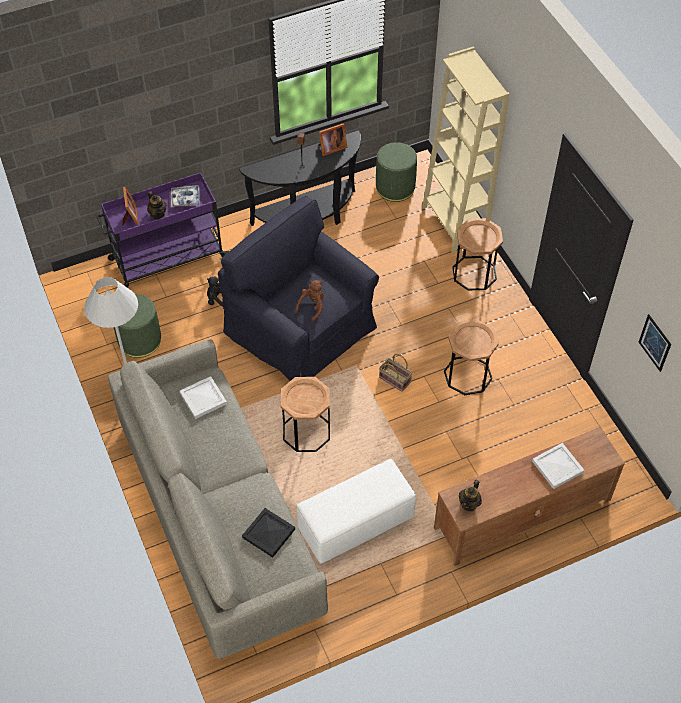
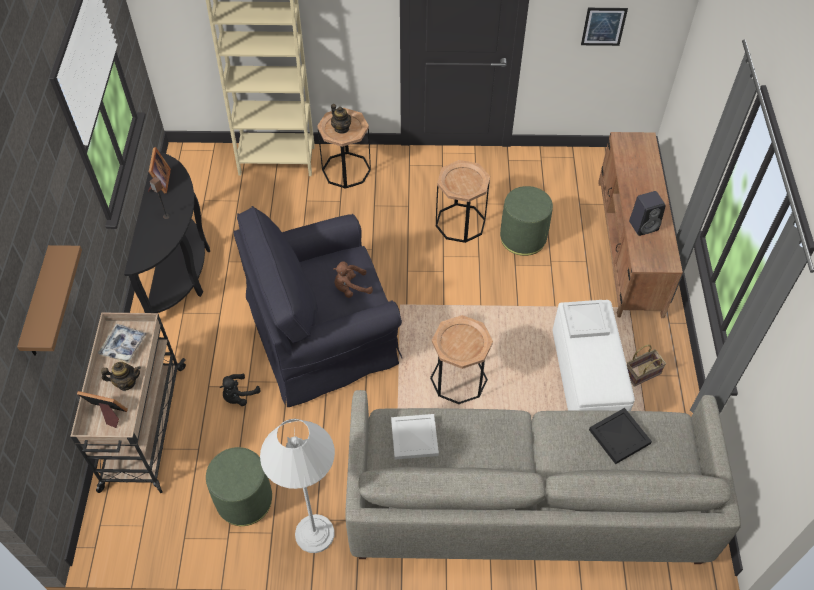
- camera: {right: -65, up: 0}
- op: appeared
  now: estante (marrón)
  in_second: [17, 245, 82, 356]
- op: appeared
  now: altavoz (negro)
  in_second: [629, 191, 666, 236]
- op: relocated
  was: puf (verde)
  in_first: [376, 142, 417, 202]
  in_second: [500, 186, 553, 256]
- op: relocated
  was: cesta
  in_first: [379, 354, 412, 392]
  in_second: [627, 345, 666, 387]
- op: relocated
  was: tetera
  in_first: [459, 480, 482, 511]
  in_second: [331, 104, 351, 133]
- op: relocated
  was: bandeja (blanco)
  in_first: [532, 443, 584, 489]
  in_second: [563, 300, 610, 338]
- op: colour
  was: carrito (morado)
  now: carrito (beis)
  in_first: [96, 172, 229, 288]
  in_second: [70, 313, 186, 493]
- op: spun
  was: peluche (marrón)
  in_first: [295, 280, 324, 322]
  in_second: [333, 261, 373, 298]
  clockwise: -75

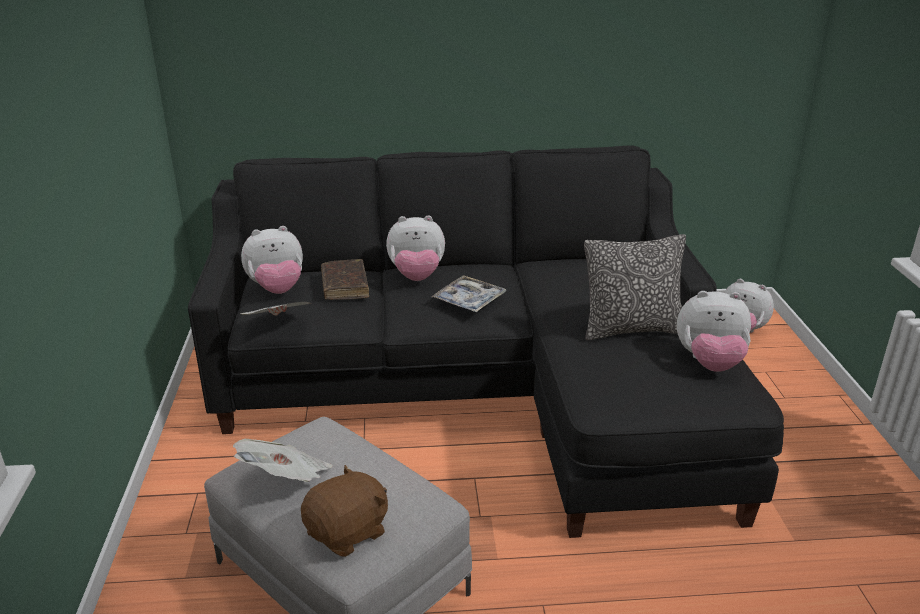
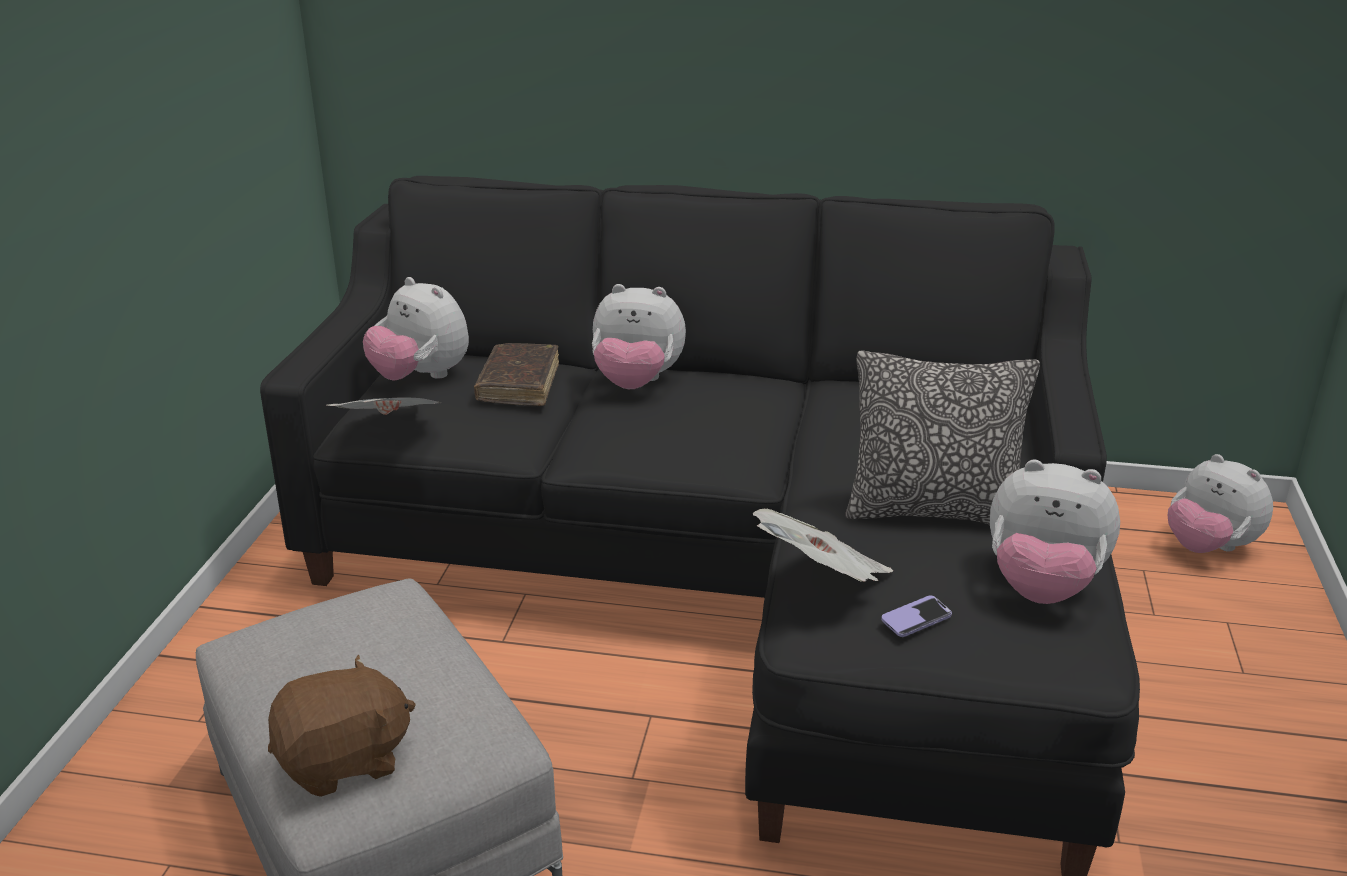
- camera: {right: 15, up: 0}
- op: missing
  was: bandeja
  in_first: [432, 275, 507, 312]
- op: appeared
  now: móvil
  in_second: [881, 595, 952, 637]
- op: relocated
  was: periódico
  in_first: [233, 439, 332, 482]
  in_second: [753, 509, 893, 582]
- op: spun
  was: peluche
  in_first: [241, 226, 303, 294]
  in_second: [363, 277, 469, 381]
  clockwise: 45

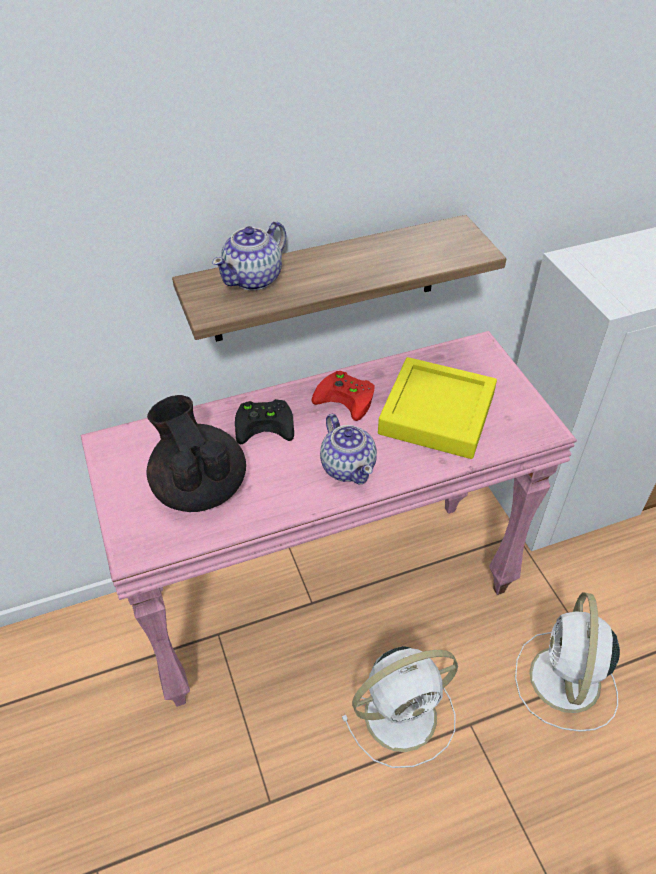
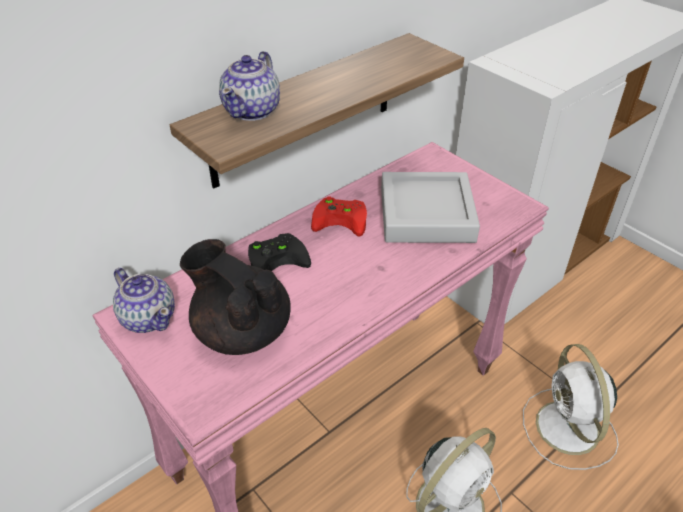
- camera: {right: -20, up: -5}
- op: relocated
  was: tetera
  in_first: [320, 414, 377, 484]
  in_second: [113, 268, 175, 333]
- op: colour
  was: bandeja (amarillo)
  now: bandeja (gris)
  in_first: [378, 357, 497, 459]
  in_second: [381, 172, 480, 243]

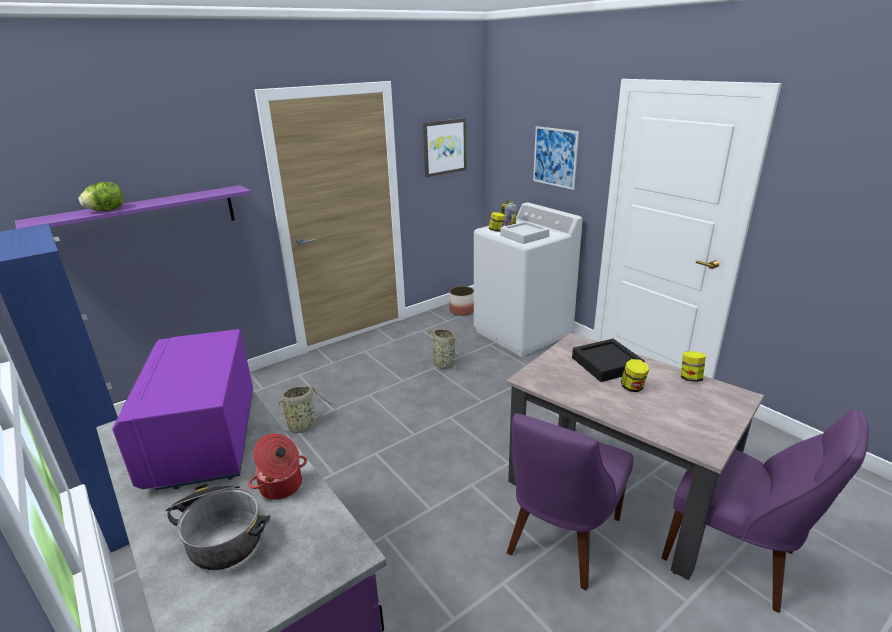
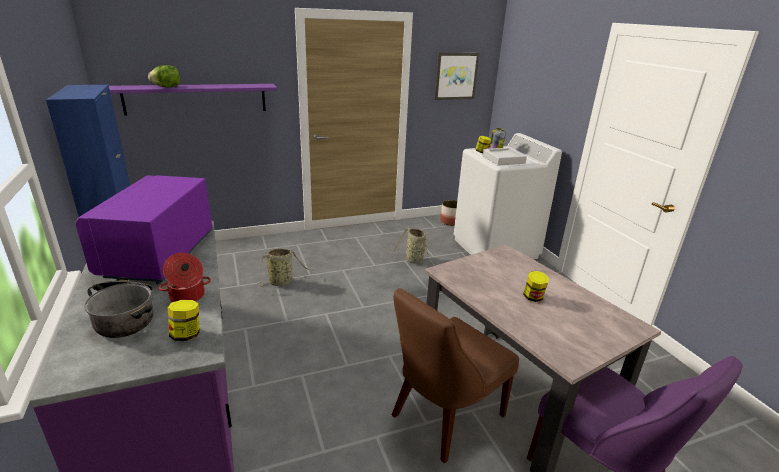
- camera: {right: 15, up: 0}
- op: missing
  was: cuadro
  in_first: [533, 126, 579, 190]
- op: missing
  was: bandeja (negro)
  in_first: [572, 339, 645, 382]
- op: relocated
  was: tarro
  in_first: [681, 351, 706, 382]
  in_second: [168, 300, 200, 341]
- op: colour
  was: silla (morado)
  now: silla (marrón)
  in_first: [507, 413, 633, 591]
  in_second: [392, 288, 519, 463]

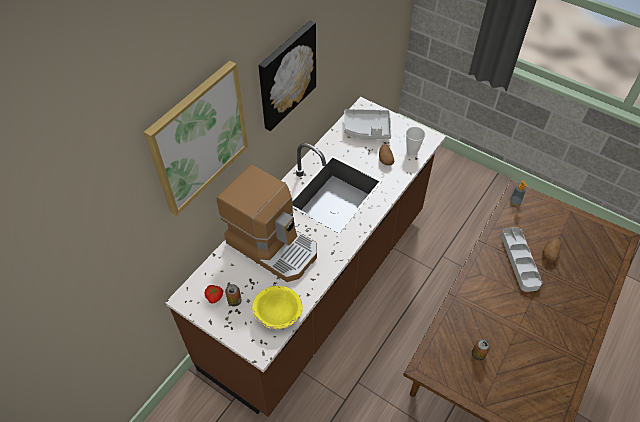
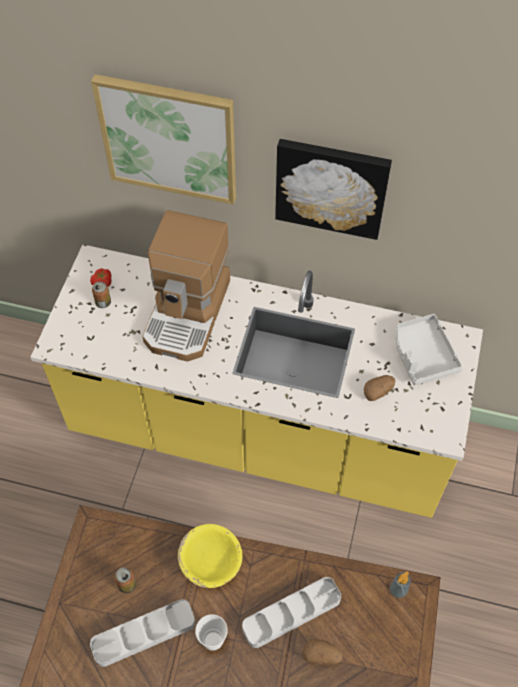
- camera: {right: 70, up: 5}
- op: appeared
  now: bandeja (gris)
  in_second: [90, 599, 195, 667]
- op: relocated
  was: cuenco (amarillo)
  in_first: [252, 286, 303, 329]
  in_second: [178, 524, 242, 588]
- op: relocated
  was: taza
  in_first: [406, 127, 425, 155]
  in_second: [195, 614, 228, 650]
- op: colour
  was: mueble bajo de cocina (marrón)
  now: mueble bajo de cocina (amarillo)
  in_first: [165, 97, 446, 417]
  in_second: [30, 244, 483, 518]

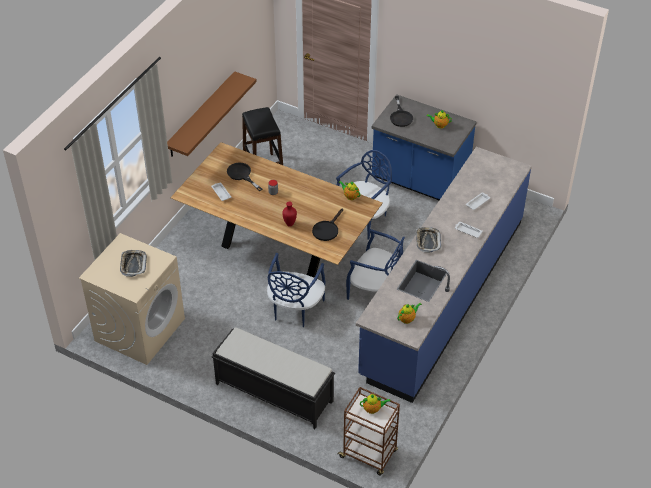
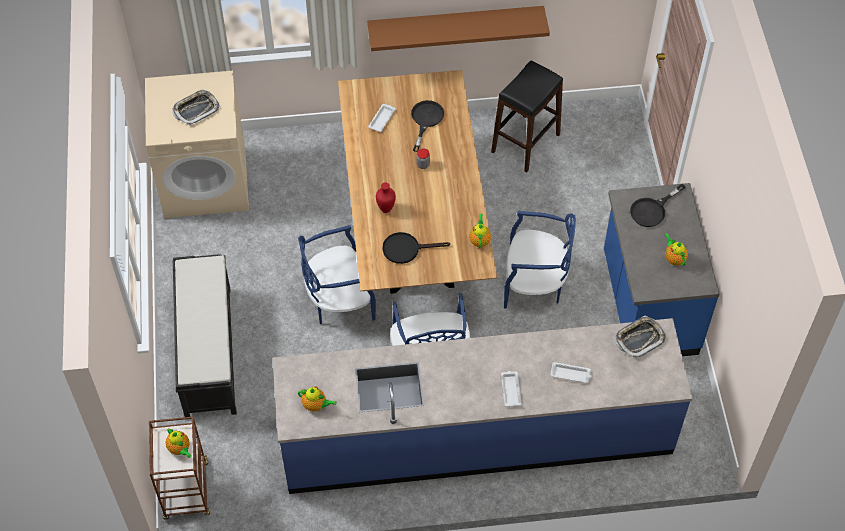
- camera: {right: 55, up: 10}
- op: relocated
  was: bandeja
  in_first: [416, 227, 441, 253]
  in_second: [615, 315, 666, 359]

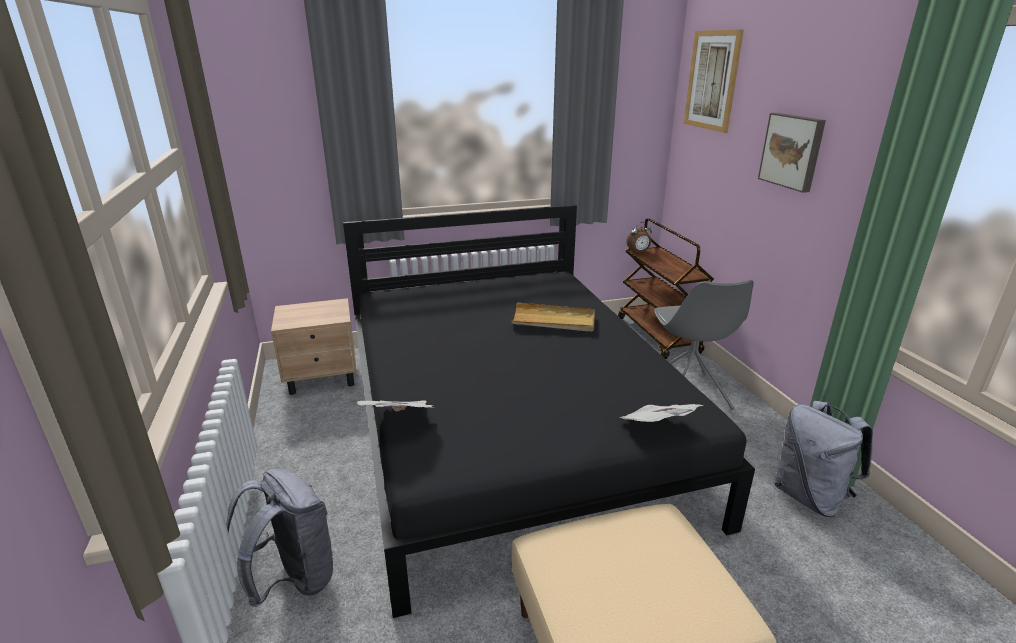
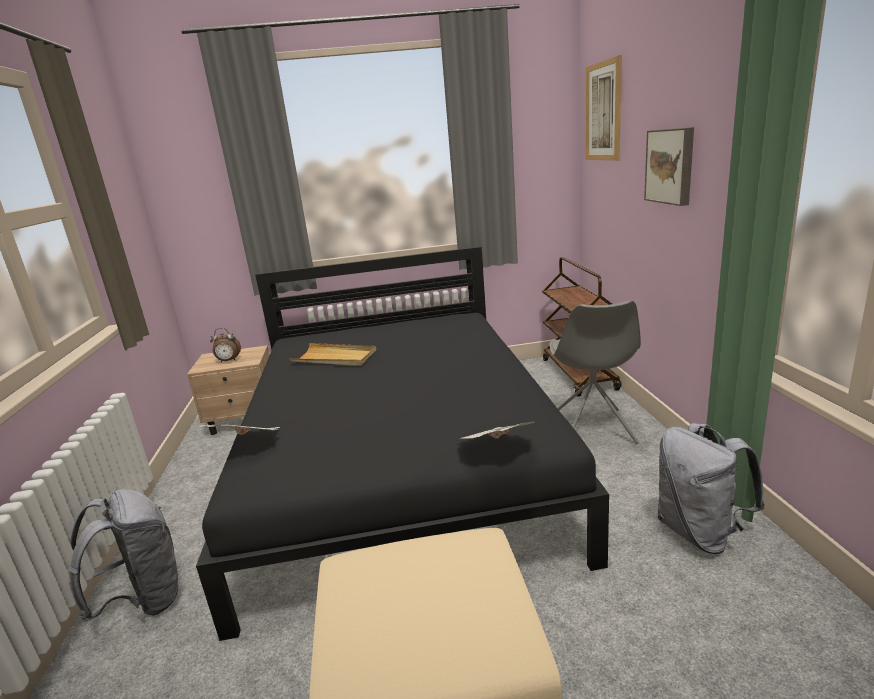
- camera: {right: 10, up: -5}
- op: relocated
  was: bandeja (beis)
  in_first: [511, 302, 595, 332]
  in_second: [289, 343, 376, 366]
- op: relocated
  was: despertador
  in_first: [627, 222, 652, 253]
  in_second: [210, 328, 241, 362]

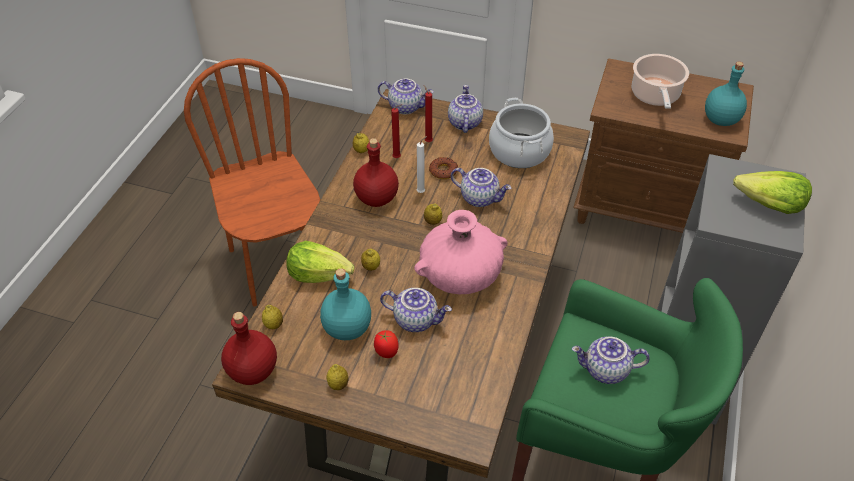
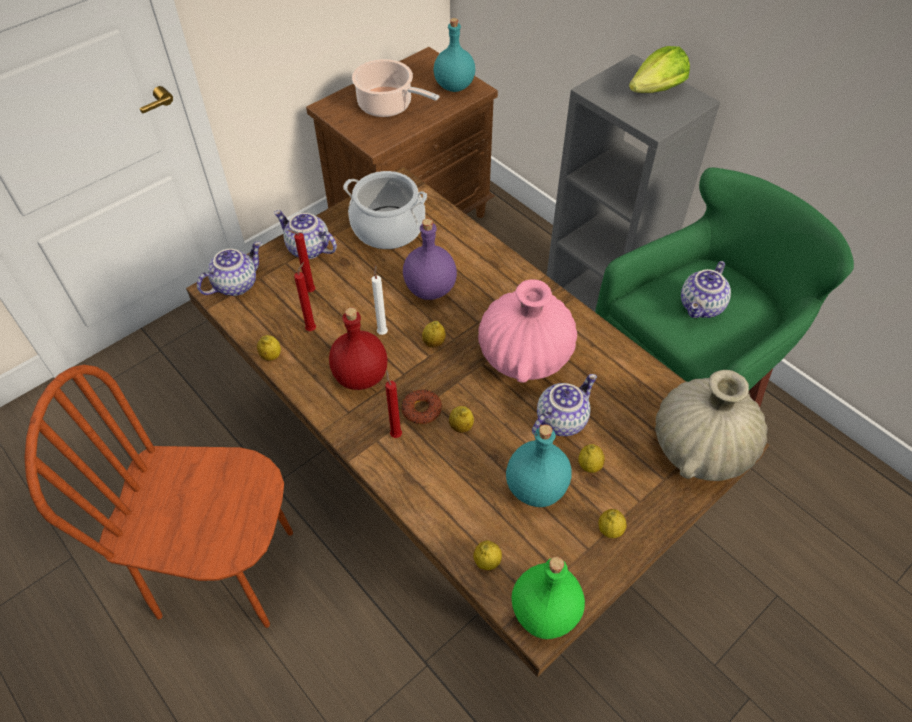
- camera: {right: -60, up: 5}
- op: missing
  was: lechuga
  in_first: [286, 241, 355, 283]
- op: appeared
  now: vela (rojo)
  in_second: [385, 370, 402, 438]
- op: appeared
  now: florero (beis)
  in_second: [655, 370, 768, 481]
- op: relocated
  was: rosquilla
  in_first: [429, 157, 458, 179]
  in_second: [401, 389, 442, 424]
- op: exchanged
  was: tomate
  now: limón
  in_first: [374, 330, 399, 358]
  in_second: [578, 444, 605, 473]
- op: exchanged
  was: tetera
  now: botella (morado)
  in_first: [451, 168, 512, 207]
  in_second: [403, 218, 457, 300]
- op: colour
  was: botella (rojo)
  now: botella (verde)
  in_first: [221, 312, 277, 385]
  in_second: [511, 557, 585, 639]

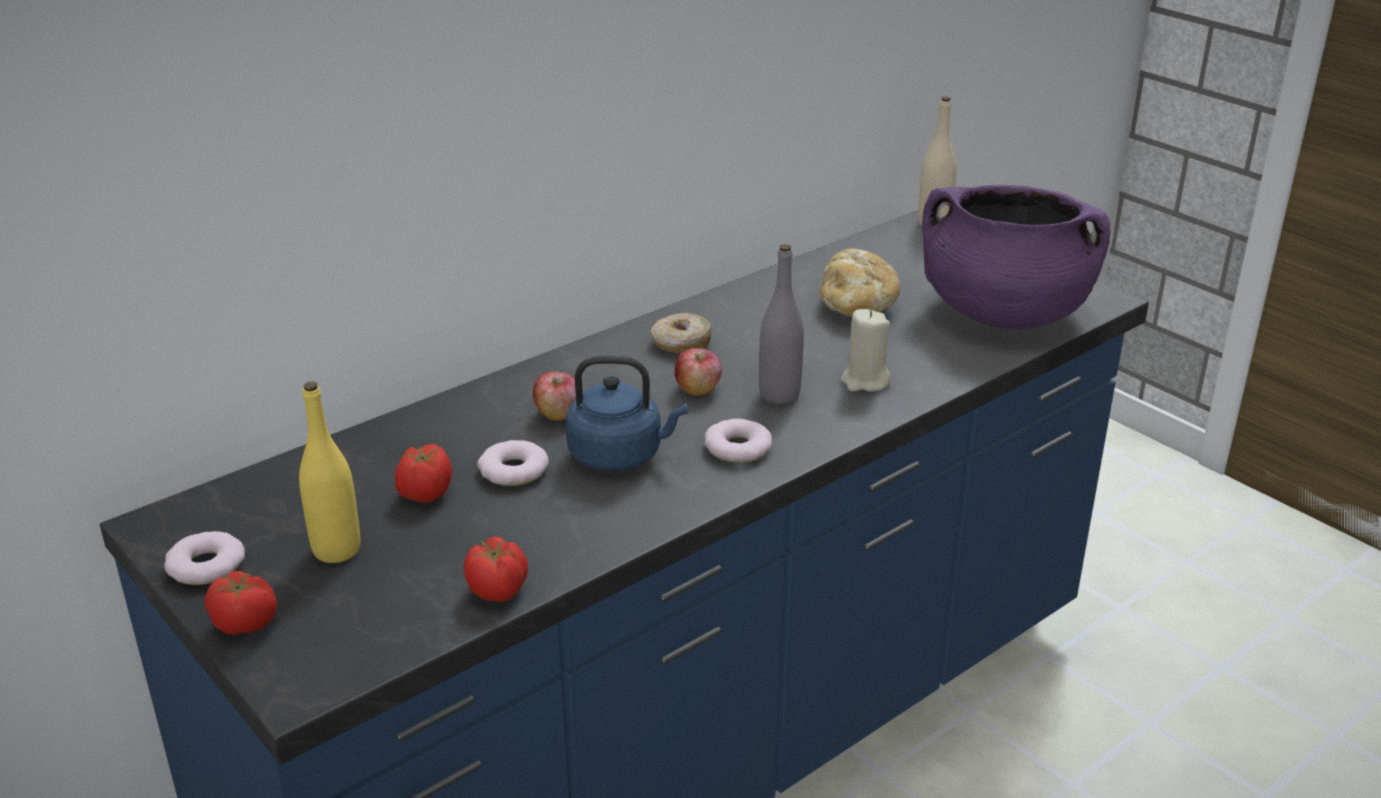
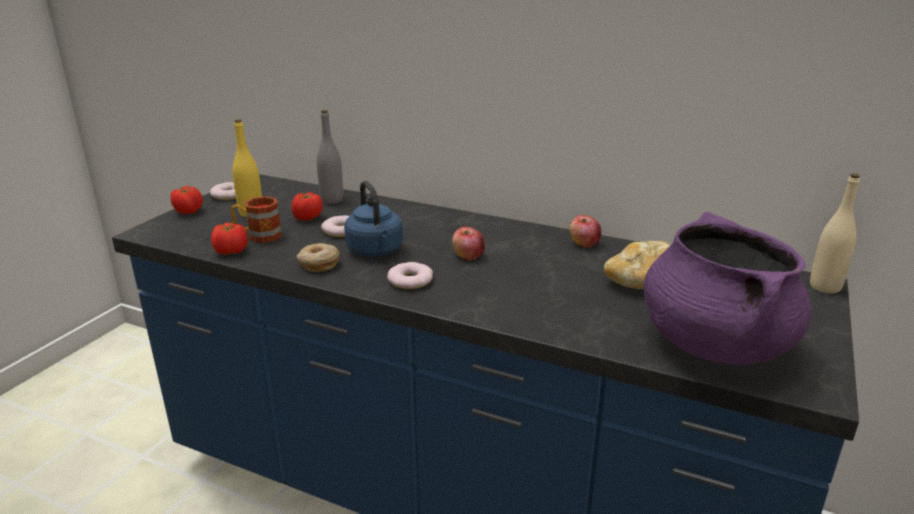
- camera: {right: 65, up: -5}
- op: missing
  was: vela (beis)
  in_first: [841, 309, 891, 392]
- op: appeared
  now: taza grande
  in_second: [231, 196, 282, 243]
- op: relocated
  was: manzana
  in_first: [533, 371, 576, 421]
  in_second: [569, 215, 601, 248]
- op: relocated
  was: rosquilla
  in_first: [651, 313, 712, 353]
  in_second: [297, 243, 339, 272]
- op: relocated
  was: botella (gris)
  in_first: [759, 244, 804, 404]
  in_second: [317, 110, 343, 204]

